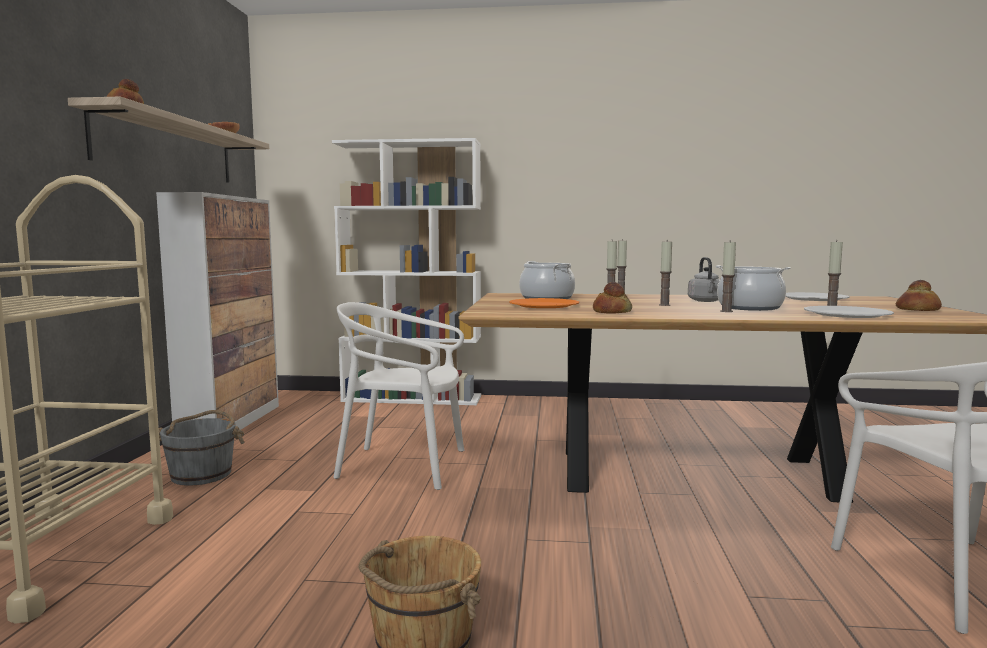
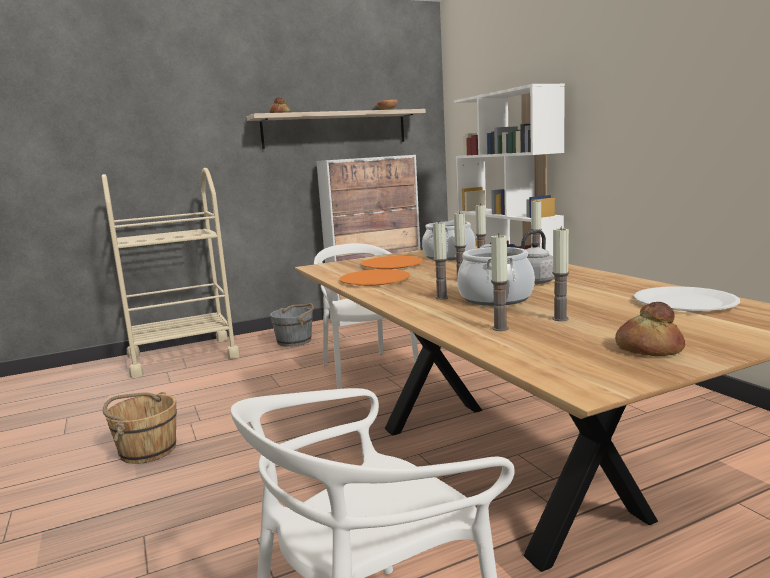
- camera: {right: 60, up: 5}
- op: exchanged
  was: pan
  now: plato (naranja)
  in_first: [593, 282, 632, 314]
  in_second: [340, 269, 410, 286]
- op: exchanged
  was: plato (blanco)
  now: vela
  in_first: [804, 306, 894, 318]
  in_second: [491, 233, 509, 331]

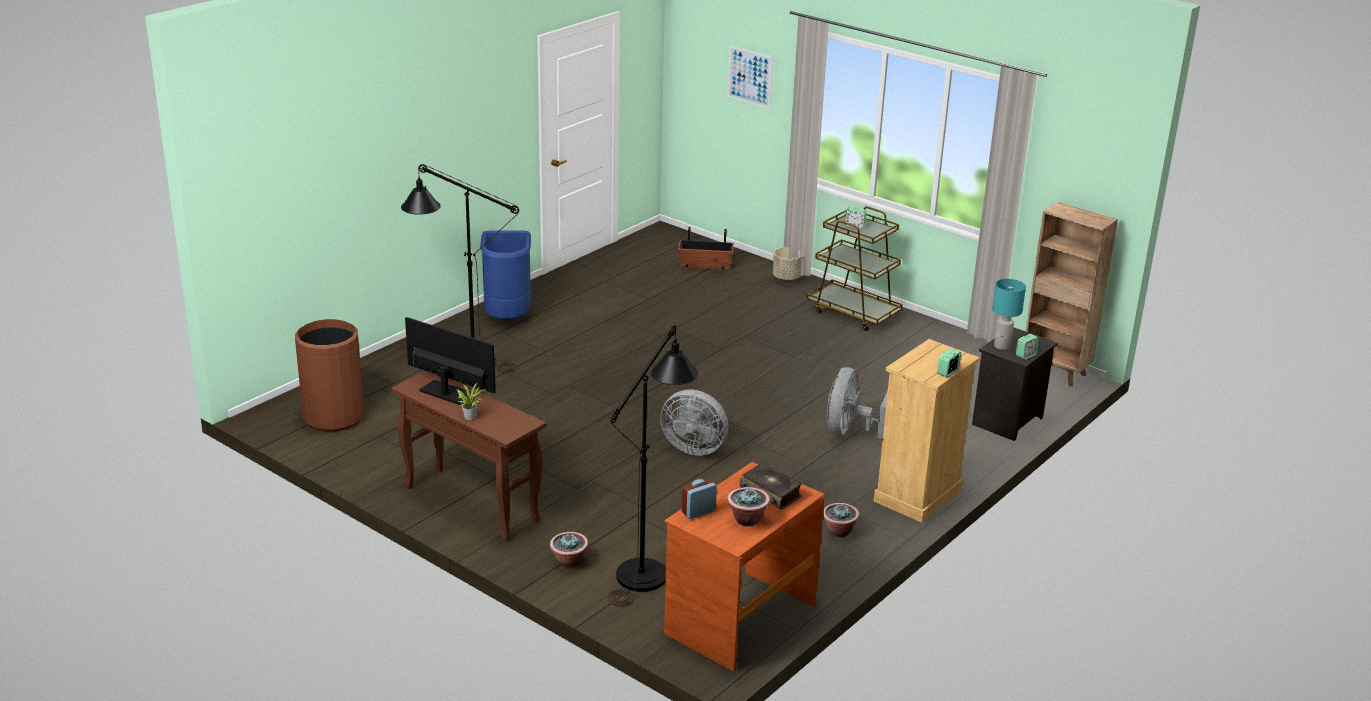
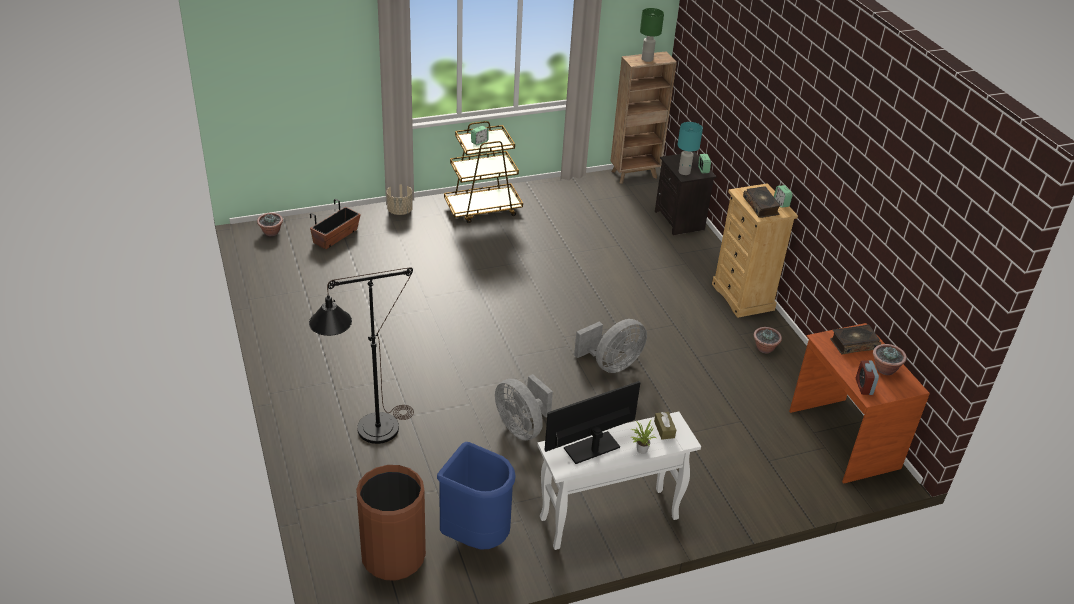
- camera: {right: -60, up: 10}
- op: missing
  was: lámpara de pie (negro)
  in_first: [607, 325, 698, 607]
- op: missing
  was: cuadro
  in_first: [727, 46, 773, 109]
- op: appeared
  now: lámpara de mesa (verde)
  in_second: [640, 8, 664, 62]
- op: appeared
  now: caja de pañuelos (marrón)
  in_second: [654, 412, 676, 440]
- op: appeared
  now: libro
  in_second: [743, 186, 781, 218]
- op: relocated
  was: papelera (azul)
  in_first: [480, 231, 531, 319]
  in_second: [437, 442, 516, 549]
- op: relocated
  was: planta en maceta
  in_first: [550, 532, 588, 568]
  in_second: [257, 213, 283, 236]
- op: relocated
  was: ventilador (gris)
  in_first: [827, 367, 888, 439]
  in_second: [495, 374, 553, 440]
- op: colour
  was: mesa consola (marrón)
  now: mesa consola (blanco)
  in_first: [391, 371, 546, 541]
  in_second: [537, 412, 701, 550]

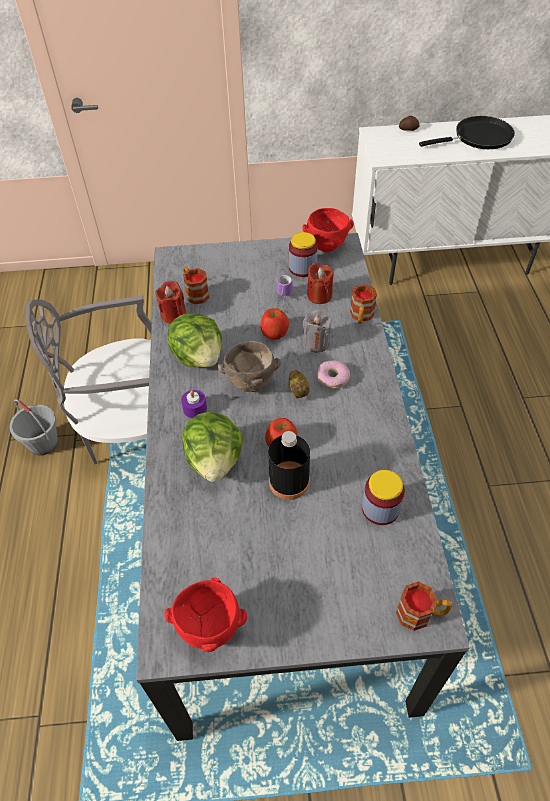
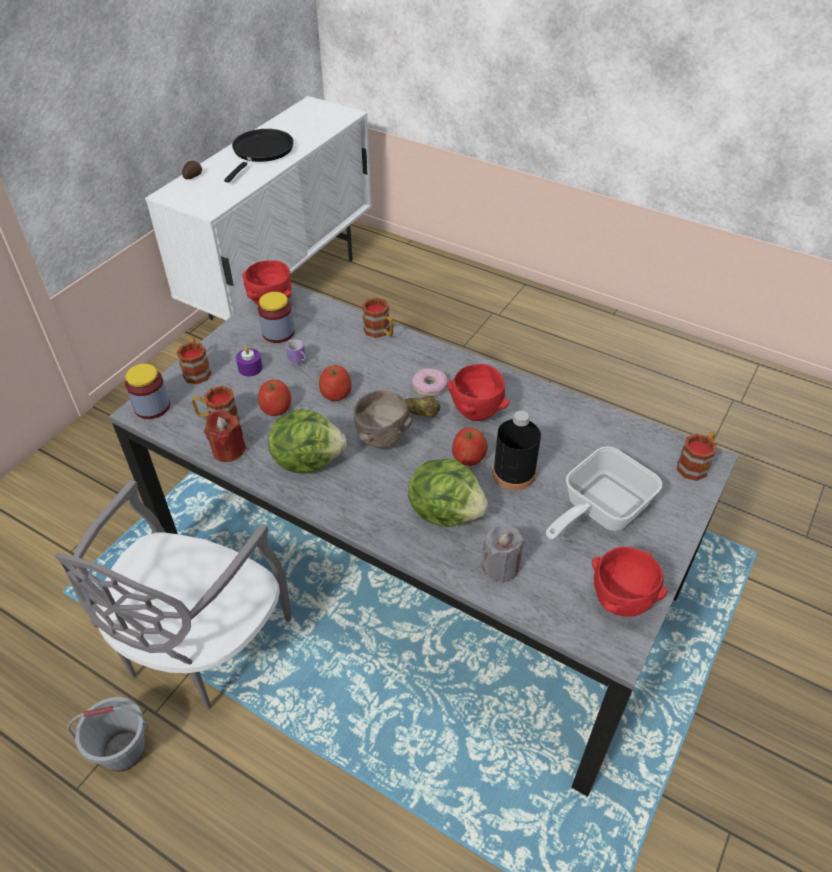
- camera: {right: -55, up: -5}
- op: missing
  was: vela (rojo)
  in_first: [307, 263, 334, 304]
- op: appeared
  now: taza grande
  in_second: [177, 338, 211, 384]
- op: appeared
  now: manzana
  in_second: [258, 380, 291, 416]
- op: appeared
  now: cuenco (rojo)
  in_second: [447, 364, 510, 421]
- op: appeared
  now: sartén
  in_second: [546, 446, 662, 540]
- op: relocated
  was: vela (morado)
  in_first: [181, 390, 207, 418]
  in_second: [236, 346, 263, 376]
- op: relocated
  was: vela (gris)
  in_first: [303, 310, 332, 353]
  in_second: [481, 527, 524, 583]
- op: relocated
  was: tarro
  in_first: [362, 470, 405, 525]
  in_second: [125, 364, 170, 419]

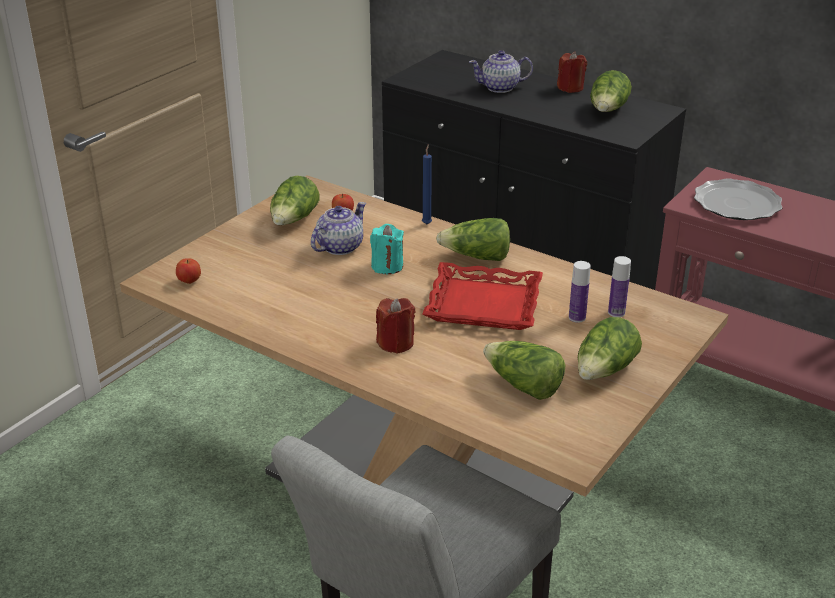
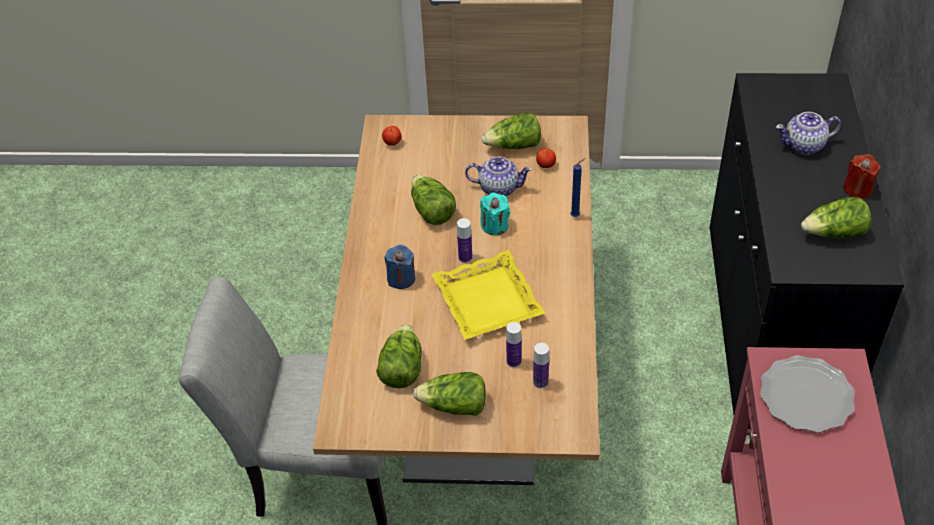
- camera: {right: 60, up: 15}
- op: appeared
  now: botella
  in_second: [457, 218, 472, 263]
- op: relocated
  was: lechuga
  in_first: [436, 218, 510, 261]
  in_second: [411, 175, 456, 225]
- op: colour
  was: vela (rojo)
  now: vela (azul)
  in_first: [376, 298, 415, 354]
  in_second: [384, 245, 415, 289]
- op: colour
  was: bandeja (rojo)
  now: bandeja (amarillo)
  in_first: [423, 262, 543, 330]
  in_second: [432, 250, 545, 340]
- op: spun
  was: tetera
  in_first: [469, 50, 533, 93]
  in_second: [776, 112, 841, 155]
  clockwise: -60

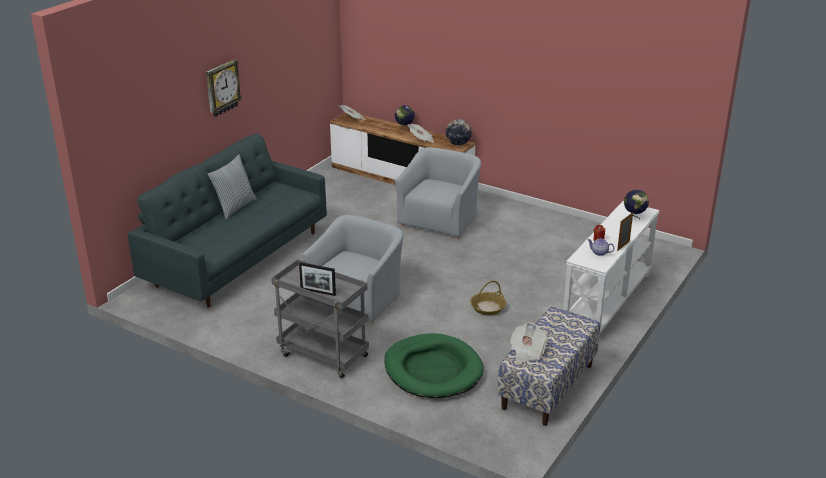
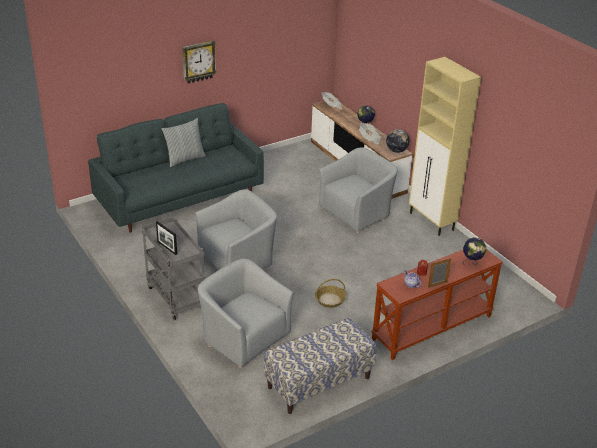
- camera: {right: 25, up: 5}
- op: missing
  was: periódico
  in_first: [510, 323, 548, 362]
- op: appeared
  now: armario (beis)
  in_second: [409, 57, 481, 236]
- op: exchanged
  was: cama para perro (verde)
  now: sillón (gris)
  in_first: [384, 334, 484, 398]
  in_second: [198, 259, 294, 368]
- op: colour
  was: mesa consola (blanco)
  now: mesa consola (marrón)
  in_first: [563, 201, 660, 337]
  in_second: [371, 249, 503, 360]

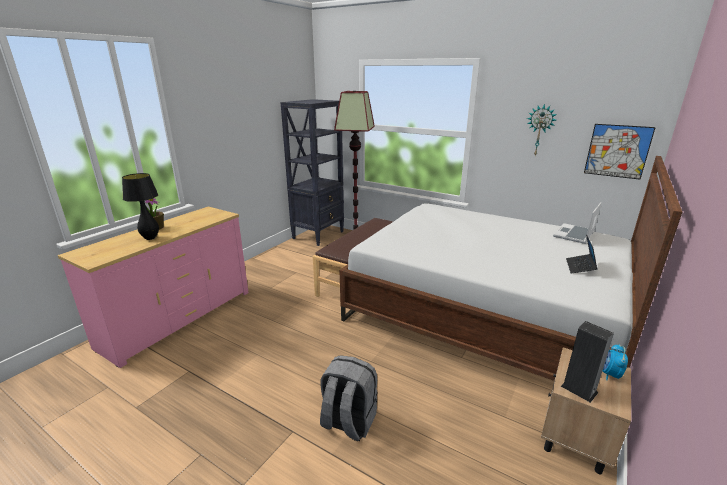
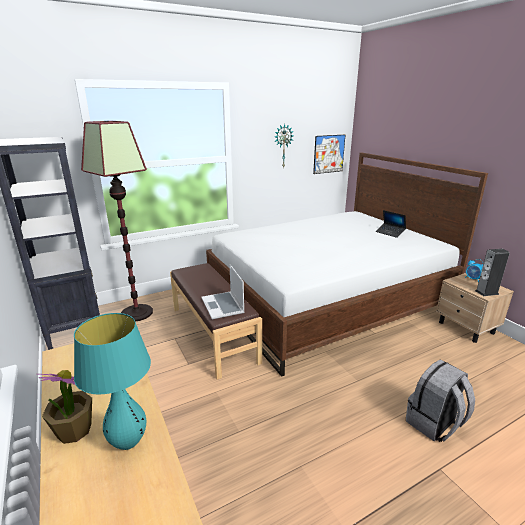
- camera: {right: -60, up: 0}
- op: relocated
  was: portátil
  in_first: [553, 202, 601, 244]
  in_second: [202, 264, 245, 319]
- op: colour
  was: lámpara de mesa (negro)
  now: lámpara de mesa (turquesa)
  in_first: [122, 173, 159, 240]
  in_second: [74, 313, 151, 450]

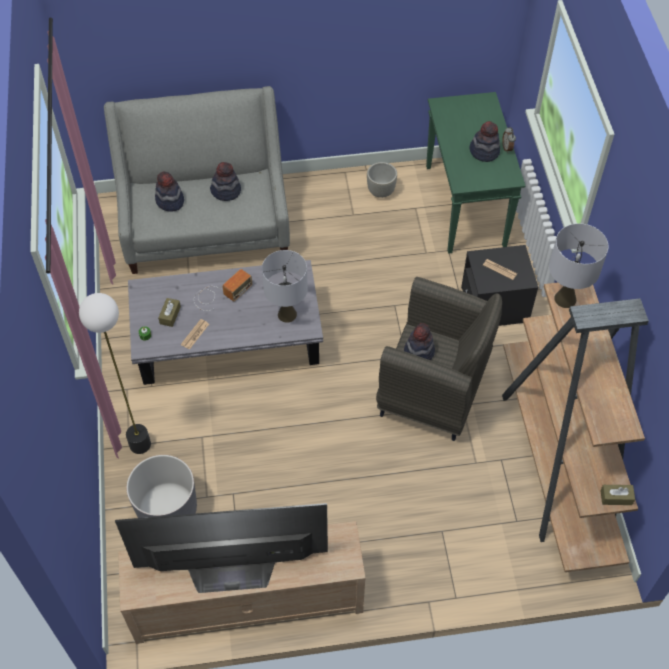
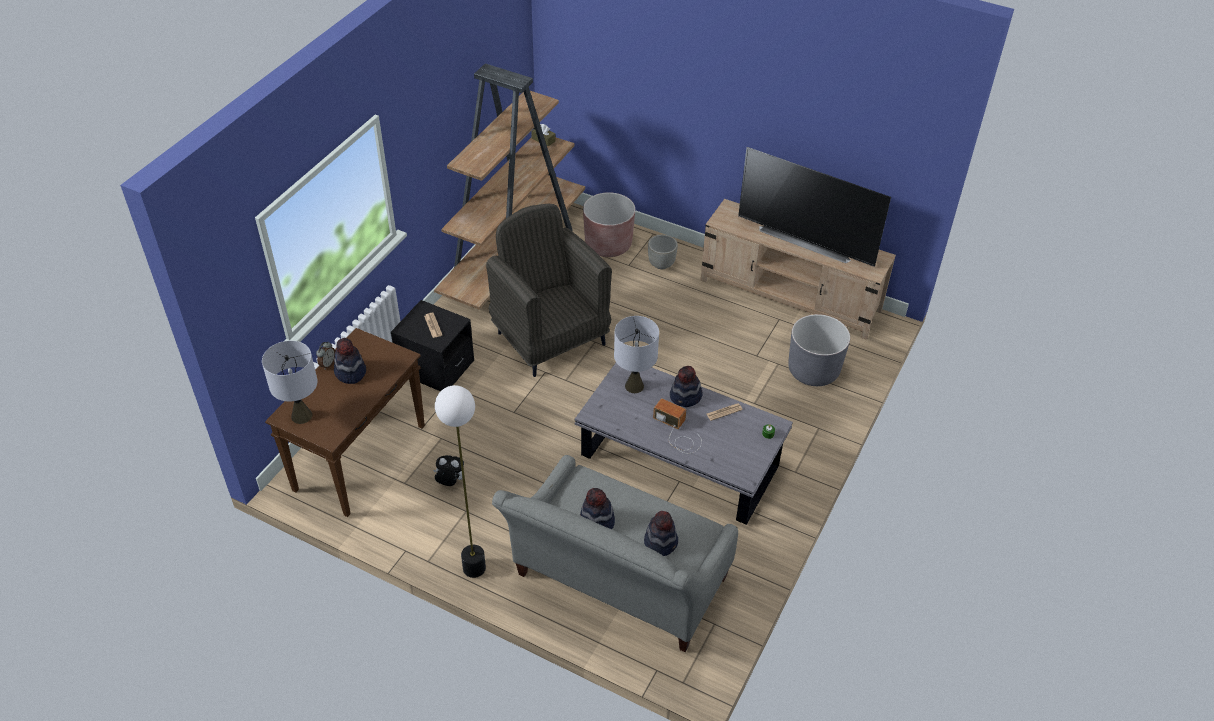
- camera: {right: -145, up: -10}
- op: missing
  was: caja de pañuelos (marrón)
  in_first: [158, 298, 181, 327]
- op: appeared
  now: peluche
  in_second: [433, 455, 464, 486]
- op: appeared
  now: maceta (marrón)
  in_second: [583, 192, 635, 257]
- op: relocated
  was: lámpara de pie
  in_first: [79, 293, 151, 454]
  in_second: [435, 385, 486, 578]
- op: relocated
  was: maceta (gris)
  in_first: [367, 162, 397, 198]
  in_second: [648, 235, 678, 269]
- op: relocated
  was: sombrero
  in_first: [404, 323, 435, 360]
  in_second: [670, 366, 703, 407]
- op: relocated
  was: lámpara de mesa (gris)
  in_first: [549, 223, 609, 308]
  in_second: [262, 341, 318, 424]
- op: colour
  was: mesa consola (verde)
  now: mesa consola (marrón)
  in_first: [426, 92, 525, 254]
  in_second: [265, 328, 425, 517]
- op: spun
  was: radio
  in_first: [194, 269, 252, 311]
  in_second: [653, 398, 702, 454]
  clockwise: 45

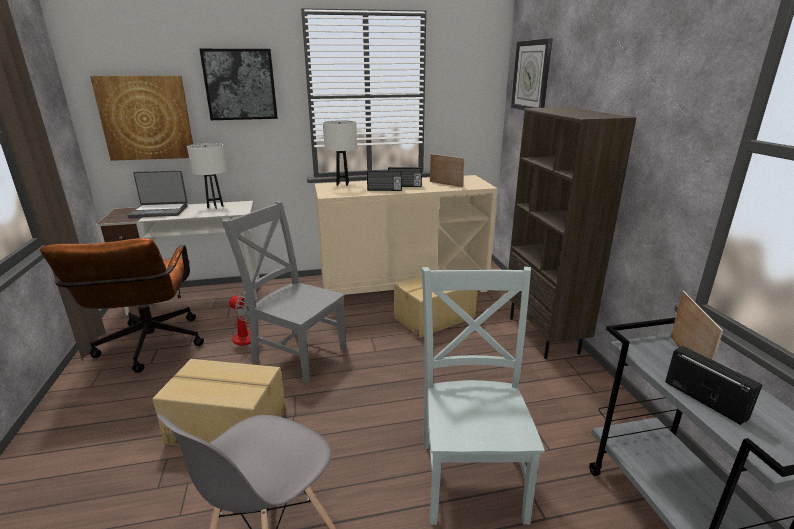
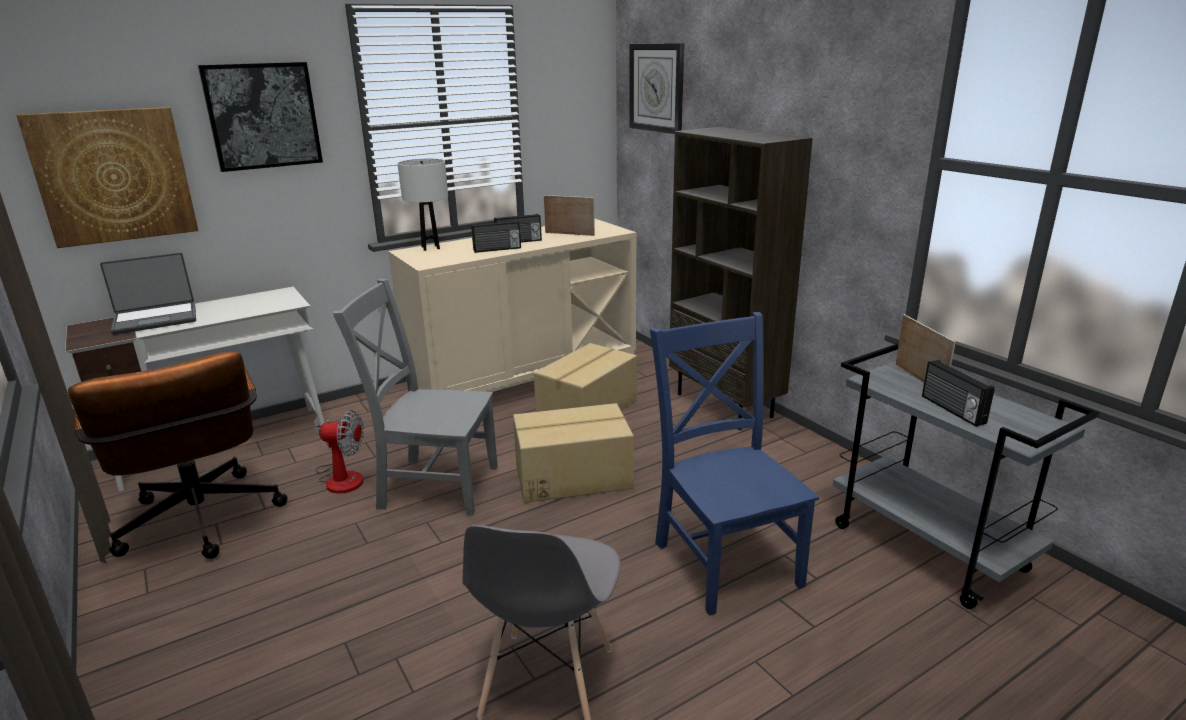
- camera: {right: -20, up: 0}
- op: missing
  was: lámpara de mesa (blanco)
  in_first: [187, 143, 227, 209]
- op: relocated
  was: caja de cartón
  in_first: [152, 359, 286, 446]
  in_second: [513, 403, 634, 503]
- op: colour
  was: silla (gris)
  now: silla (azul)
  in_first: [422, 267, 545, 525]
  in_second: [650, 312, 819, 616]
- op: spun
  was: radio
  in_first: [665, 346, 762, 425]
  in_second: [922, 360, 995, 427]
  clockwise: -150

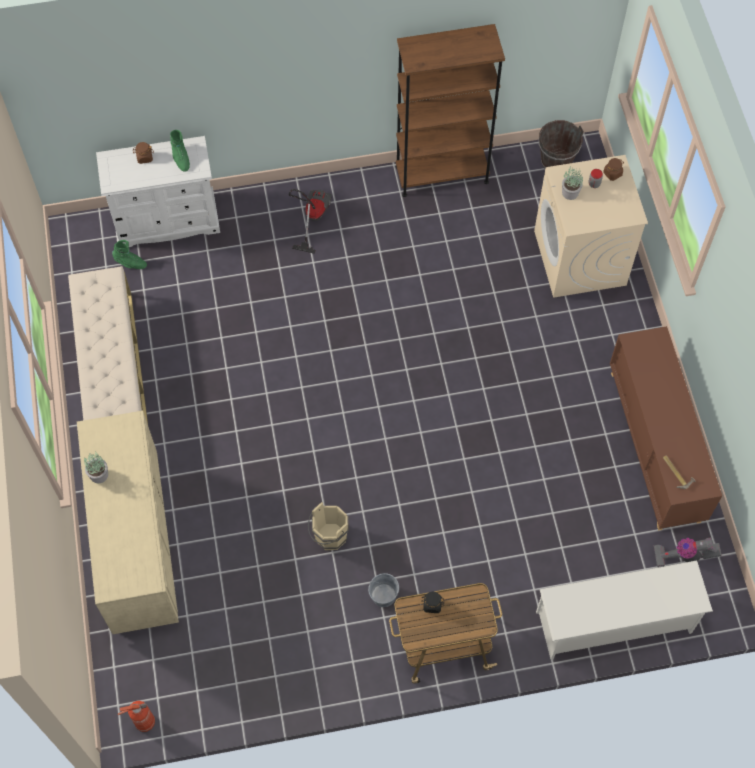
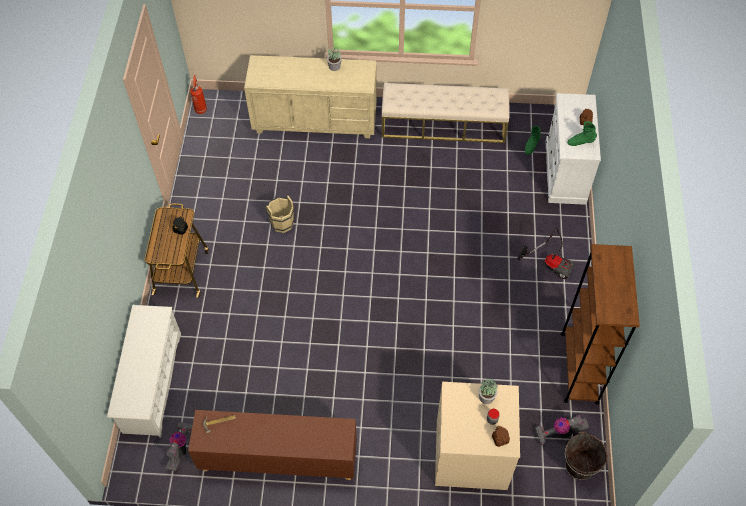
- camera: {right: 105, up: -5}
- op: missing
  was: cubo (gris)
  in_first: [368, 573, 399, 607]
- op: appeared
  now: aspiradora
  in_second: [535, 415, 589, 445]

